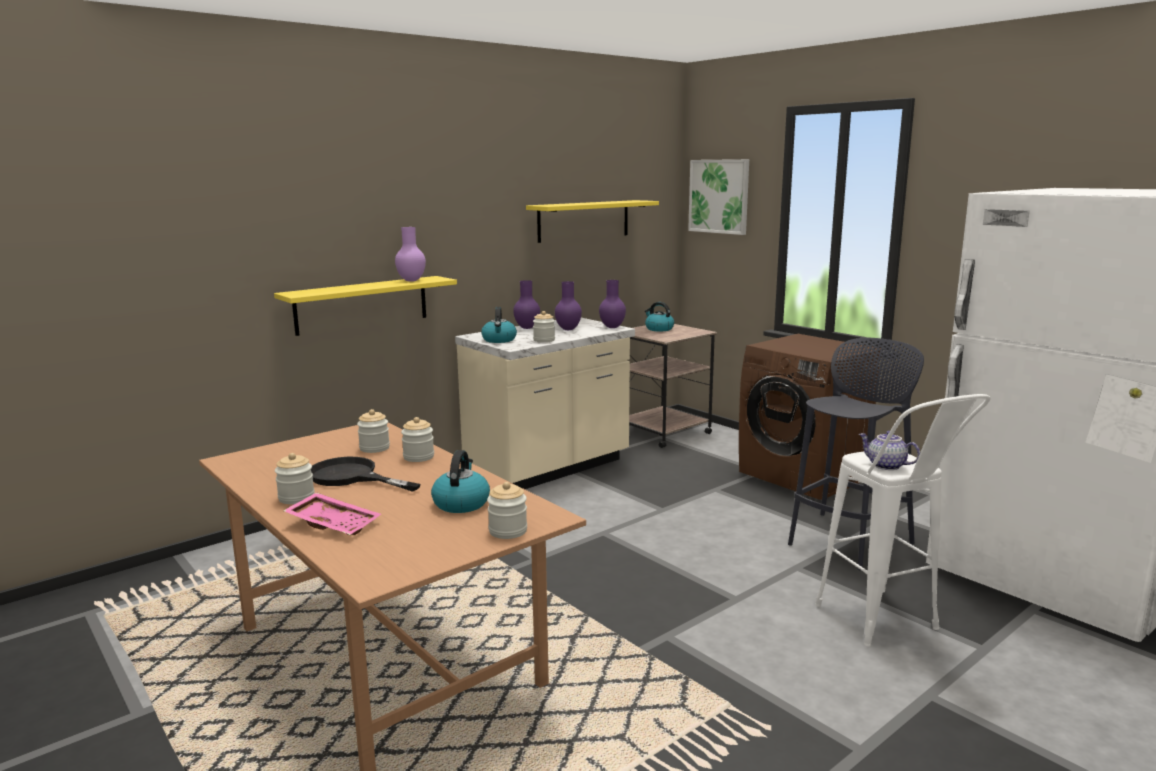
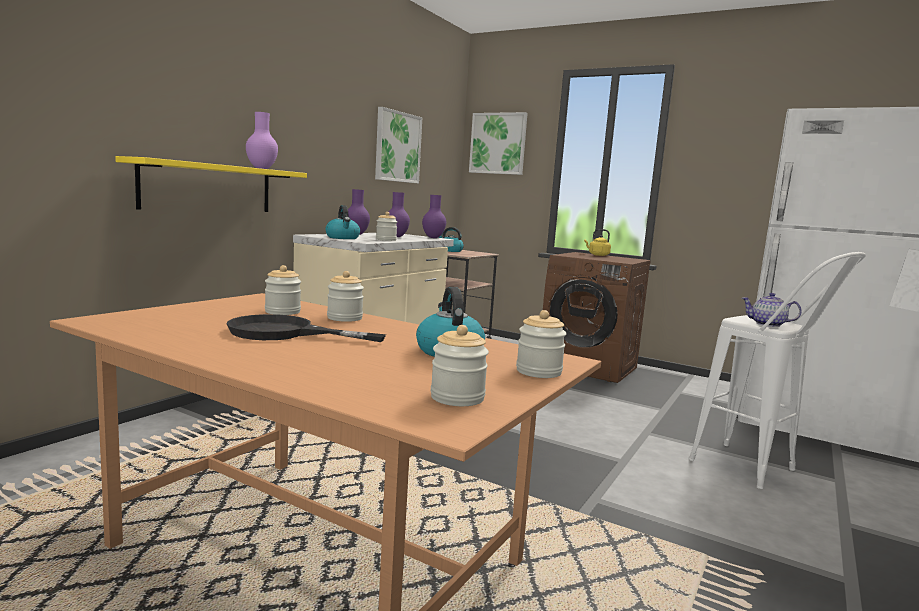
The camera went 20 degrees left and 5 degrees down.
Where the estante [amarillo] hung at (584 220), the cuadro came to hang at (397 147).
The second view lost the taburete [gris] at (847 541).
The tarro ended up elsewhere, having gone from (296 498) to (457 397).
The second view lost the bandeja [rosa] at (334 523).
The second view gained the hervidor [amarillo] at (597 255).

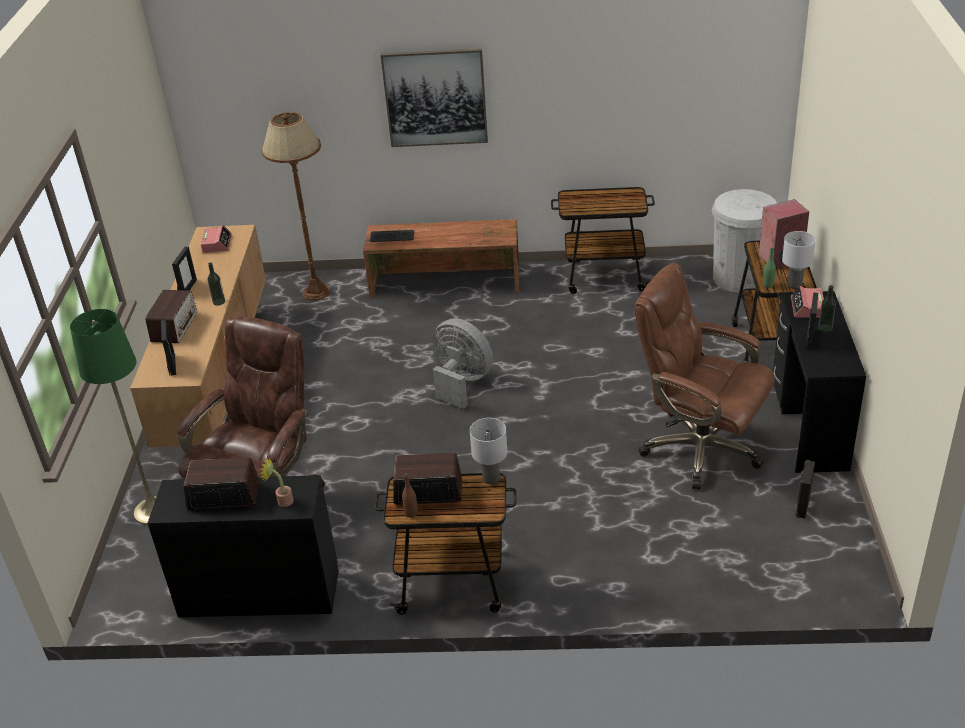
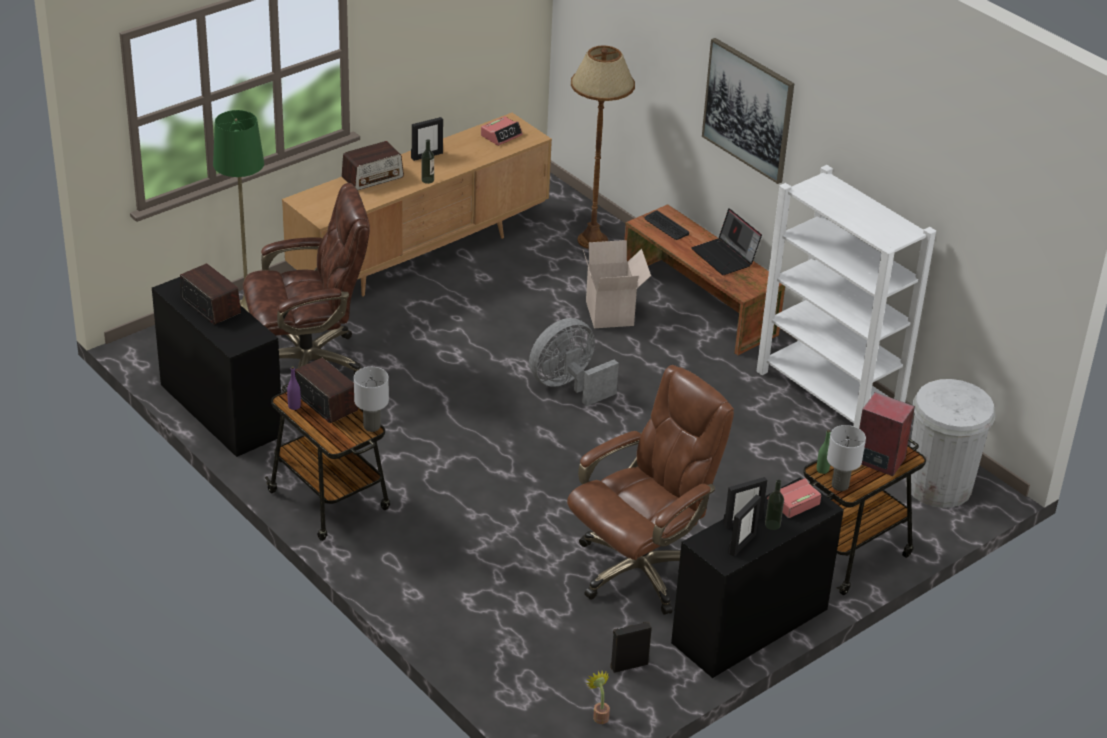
The camera went 45 degrees right and 0 degrees up.
Where the carrito stood at (603 275), the estantería [blanco] came to stand at (828 394).
The silla de oficina [marrón] at (701 448) ended up facing another way, 60 degrees clockwise from before.
The ventilador [gris] at (461 382) ended up facing another way, 120 degrees counterclockwise from before.
The portarretratos ended up elsewhere, having gone from (172 365) to (742 544).
The planta en maceta ended up elsewhere, having gone from (282 501) to (599 715).
What was the botella [marrón] at (411 513) turned into the botella [morado] at (294 406).
The second view gained the portátil at (725 257).
The second view gained the caja de cartón at (611 313).

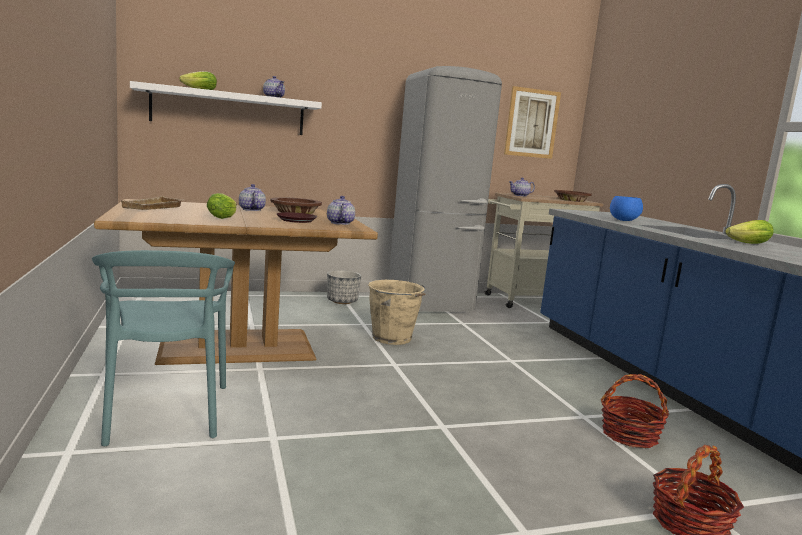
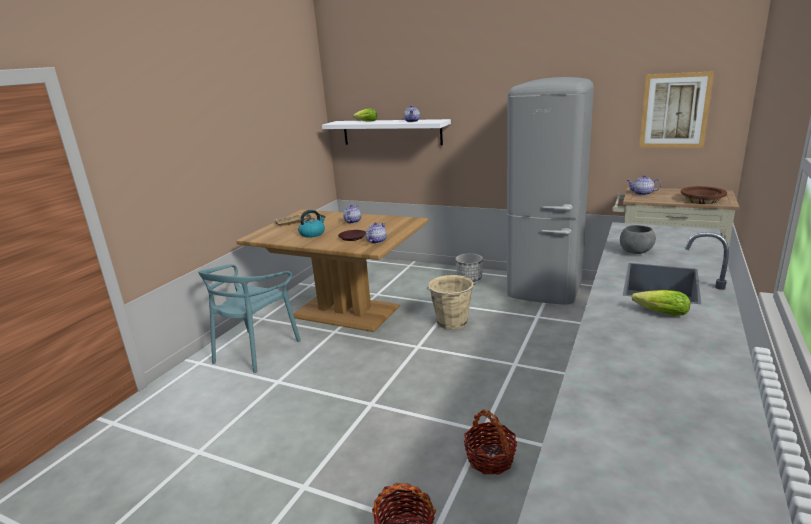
The camera went 45 degrees right and 10 degrees up.
Where the lechuga stood at (224 217), the hervidor came to stand at (312 234).
What was the cuenco [azul] at (624 220) turned into the cuenco [gris] at (636 252).
The second view lost the cuenco [marrón] at (295 212).

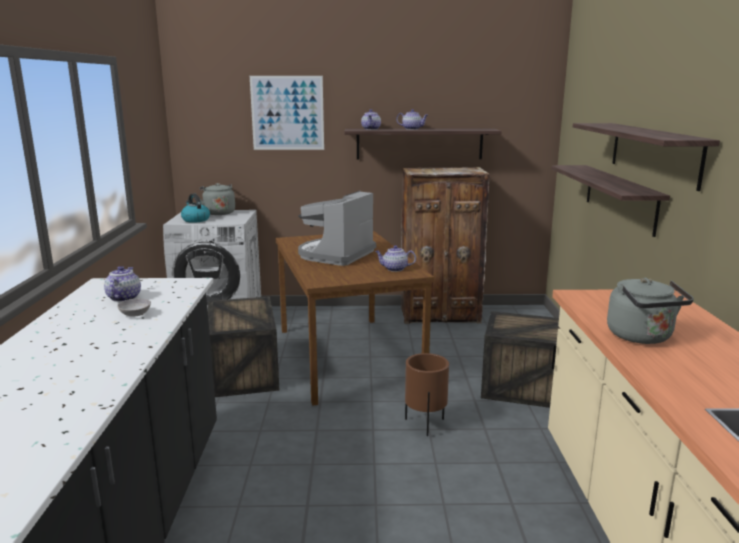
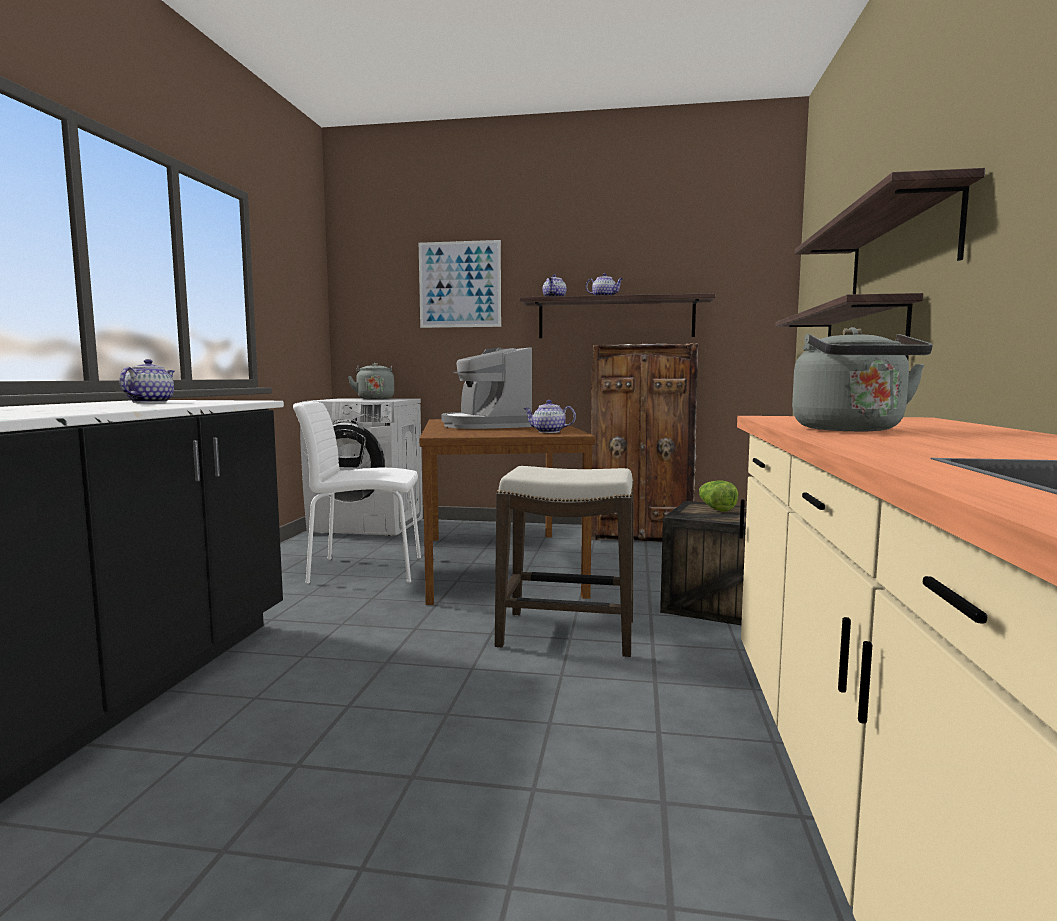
The camera went 10 degrees right and 10 degrees down.
The cafetera at (335 255) ended up facing another way, 60 degrees counterclockwise from before.
The second view lost the hervidor at (195 220).
Where the caja de embalaje stood at (243 371), the silla [blanco] came to stand at (362 570).
The second view lost the cuenco [gris] at (135 314).
Where the maceta [marrón] stood at (425 425), the taburete came to stand at (567 634).
The second view gained the lechuga at (715 508).

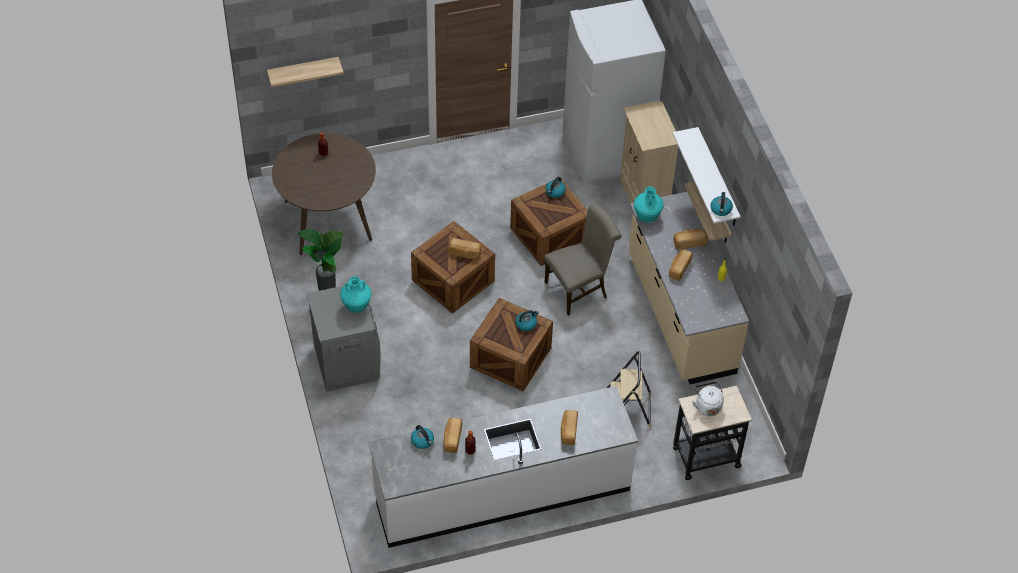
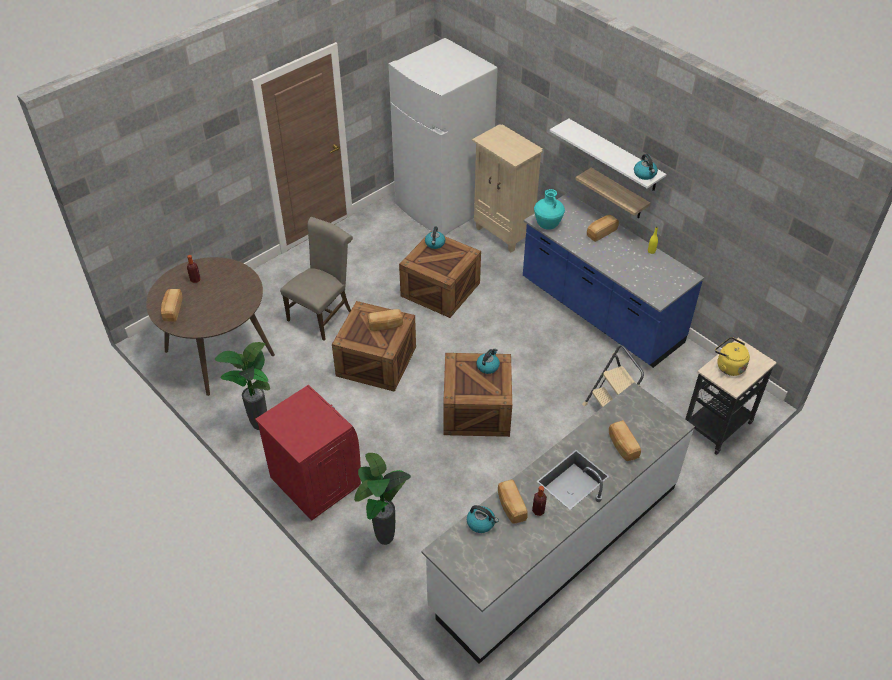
The camera went 25 degrees left and 5 degrees down.
The second view lost the estante at (303 71).
What was the mueble bajo de cocina [beis] at (679 314) turned into the mueble bajo de cocina [azul] at (600 312).
The silla [beis] ended up elsewhere, having gone from (579 288) to (323 314).
The pan ended up elsewhere, having gone from (679 269) to (172 310).
The second view lost the florero [turquesa] at (356 306).
What was the lavadora [gris] at (346 362) turned into the lavadora [rojo] at (315 481).
What was the hervidor [blanco] at (707 405) turned into the hervidor [amarillo] at (728 366).
The second view gained the planta en maceta at (384 541).

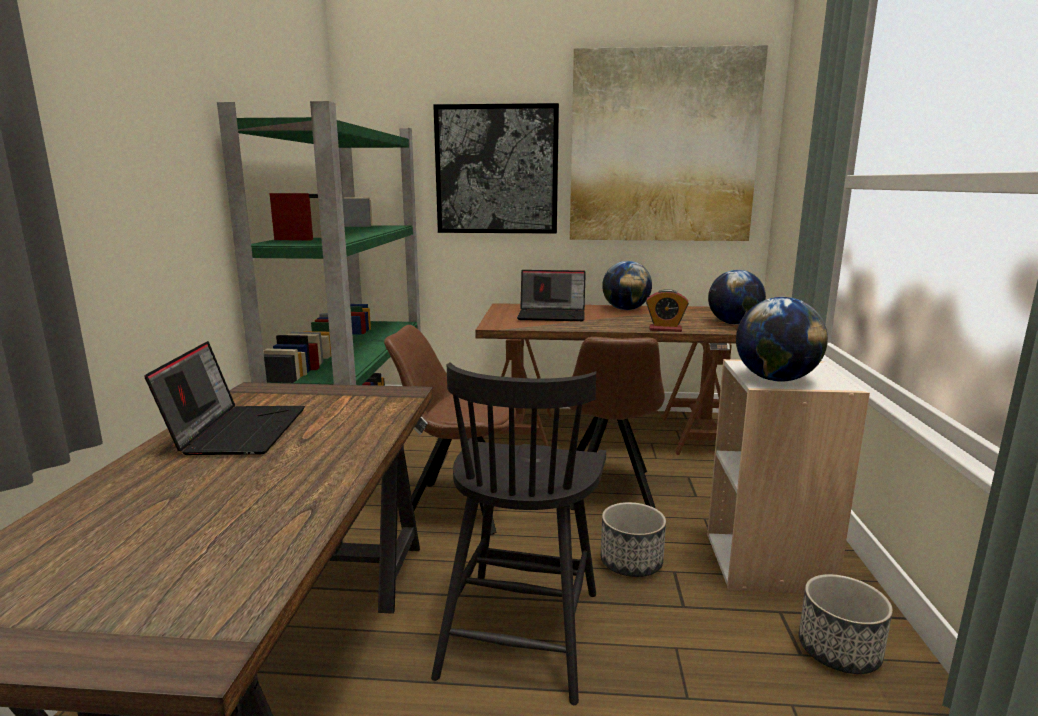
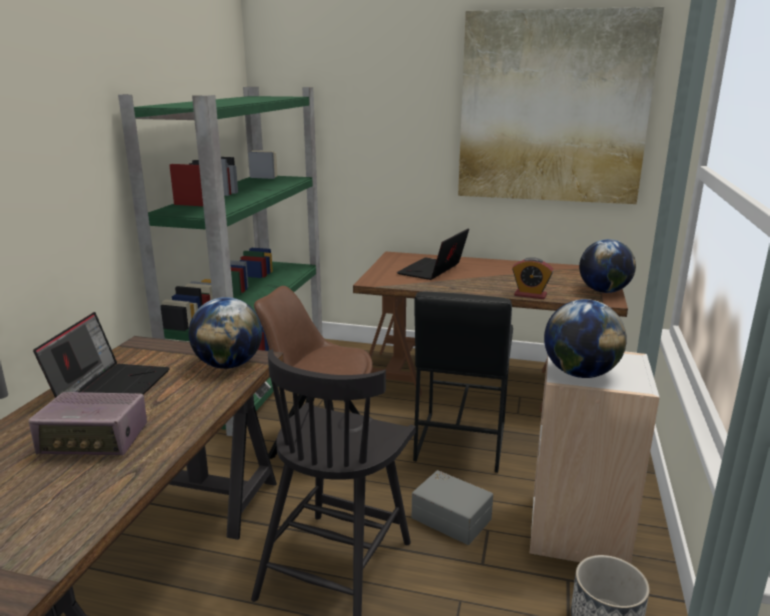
The camera went 10 degrees right and 5 degrees up.
The second view lost the cuadro at (496 170).
The globo terráqueo ended up elsewhere, having gone from (625 309) to (228 364).
The portátil at (552 315) ended up facing another way, 105 degrees clockwise from before.
Where the silla [marrón] stood at (608 490), the taburete [negro] came to stand at (460 442).
Where the maceta stood at (631 563), the caja de almacenaje [gris] came to stand at (452 517).
The second view gained the radio at (95 440).

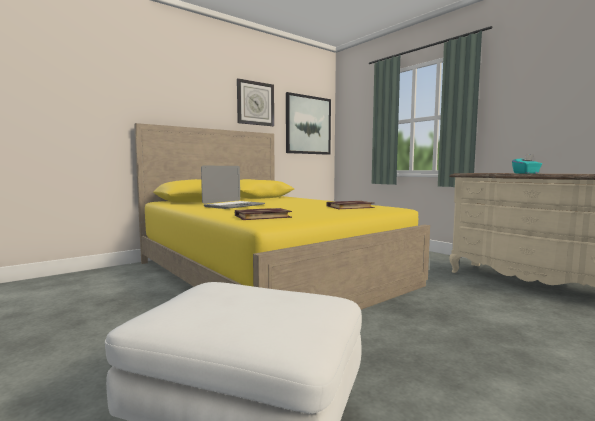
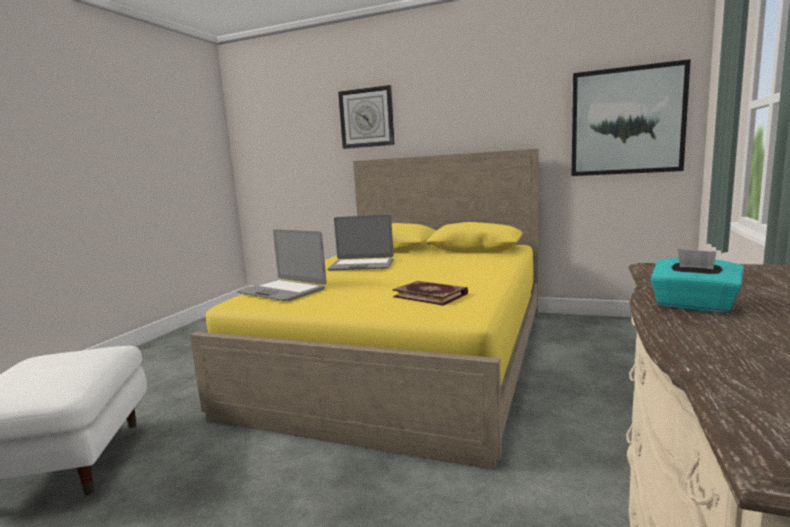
The camera went 60 degrees right and 5 degrees up.
The reloj de pared ended up elsewhere, having gone from (255 103) to (366 118).
Where the libro stood at (262 216), the portátil came to stand at (283 291).

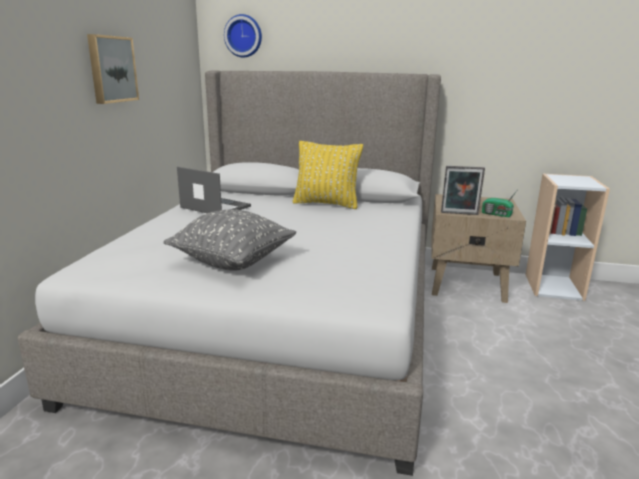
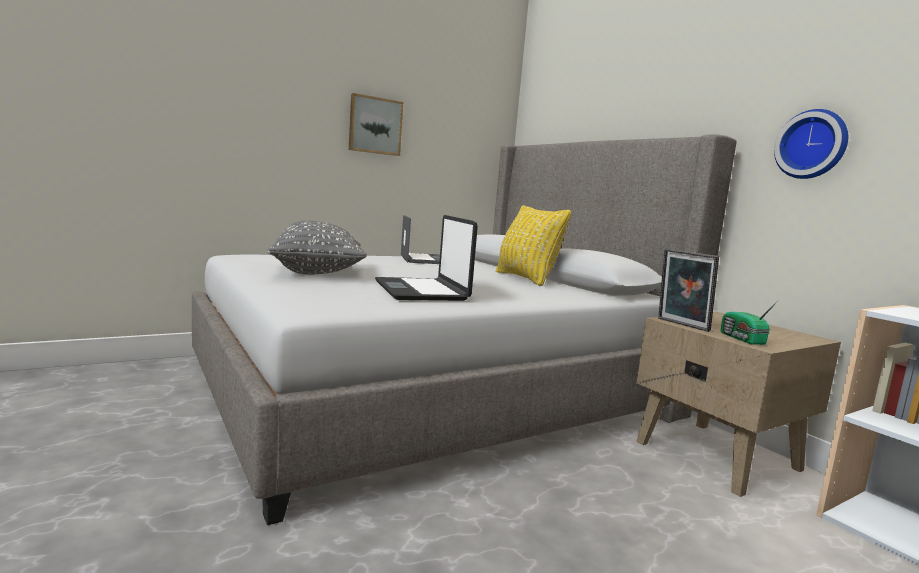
The camera went 45 degrees right and 10 degrees down.
The reloj de pared ended up elsewhere, having gone from (244 36) to (812 145).
The second view gained the portátil at (422 291).

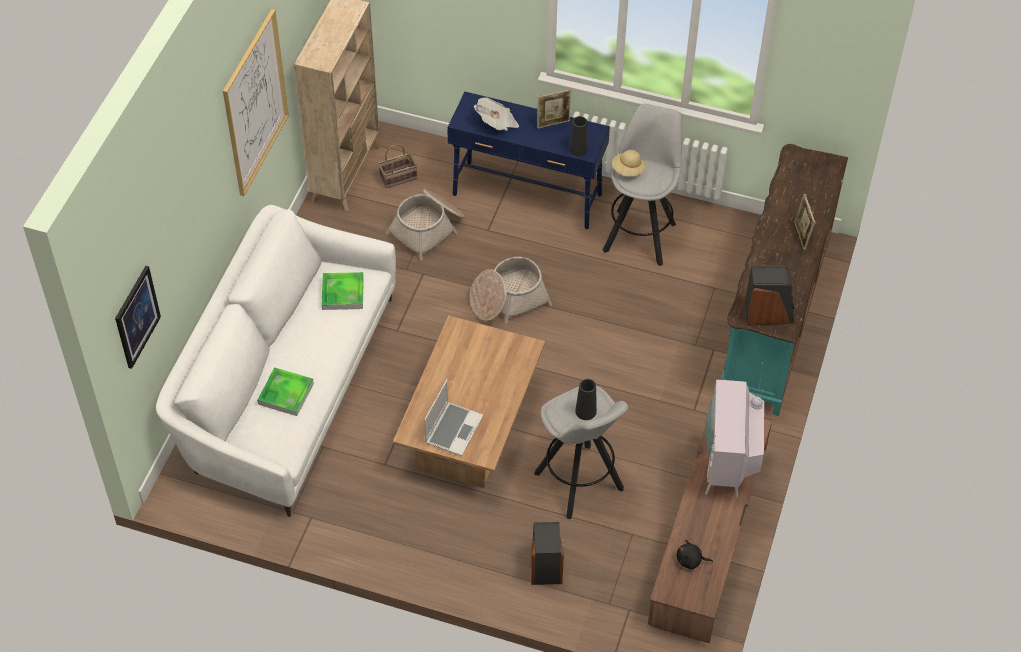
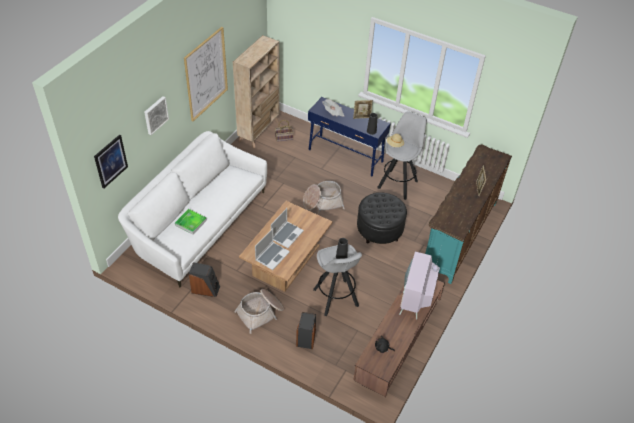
The camera went 10 degrees right and 5 degrees down.
The cesta ended up elsewhere, having gone from (428 229) to (260 313).
The altavoz ended up elsewhere, having gone from (768 313) to (205 289).
The second view lost the bandeja at (343 293).
The second view gained the cuadro at (155 115).
The second view gained the puf [negro] at (379 230).
The second view gained the portátil at (287 234).

